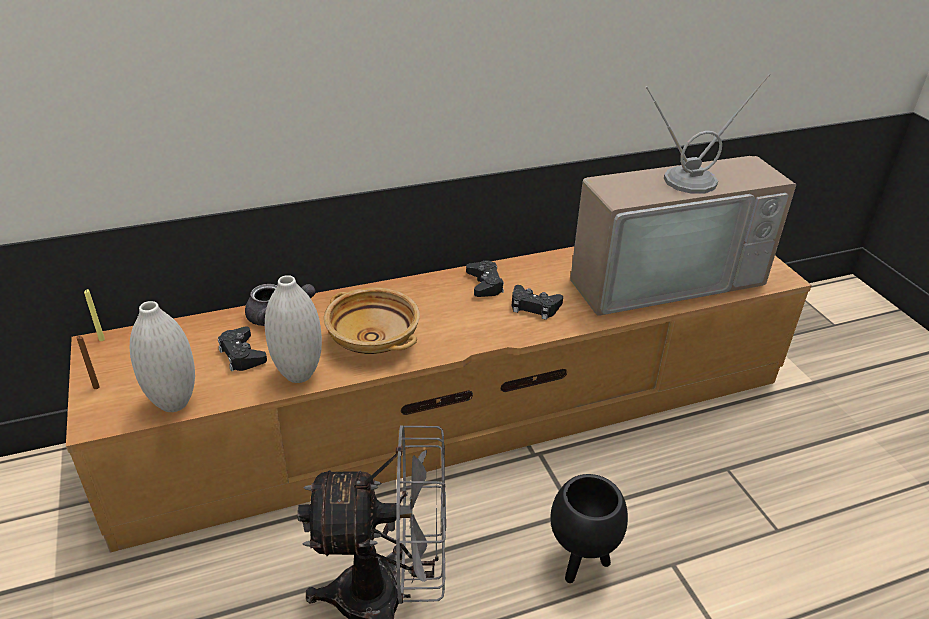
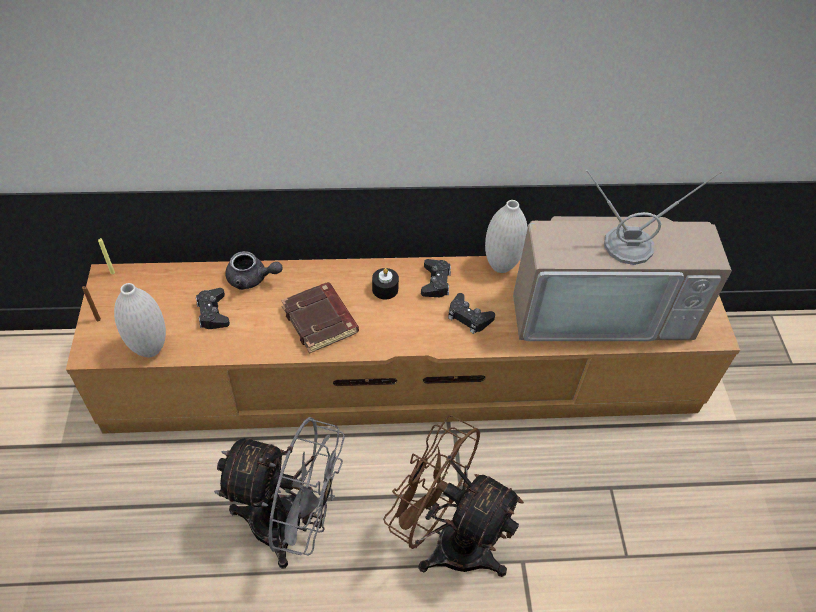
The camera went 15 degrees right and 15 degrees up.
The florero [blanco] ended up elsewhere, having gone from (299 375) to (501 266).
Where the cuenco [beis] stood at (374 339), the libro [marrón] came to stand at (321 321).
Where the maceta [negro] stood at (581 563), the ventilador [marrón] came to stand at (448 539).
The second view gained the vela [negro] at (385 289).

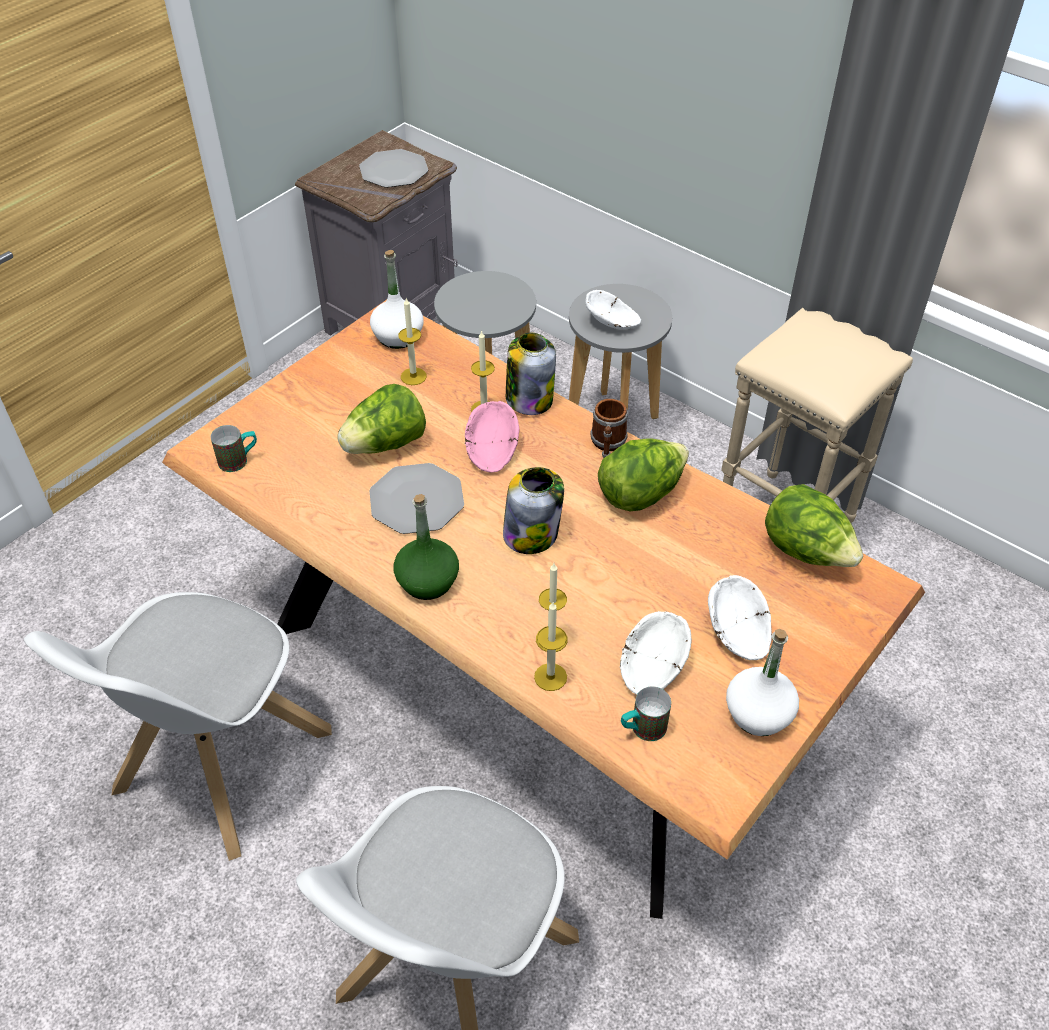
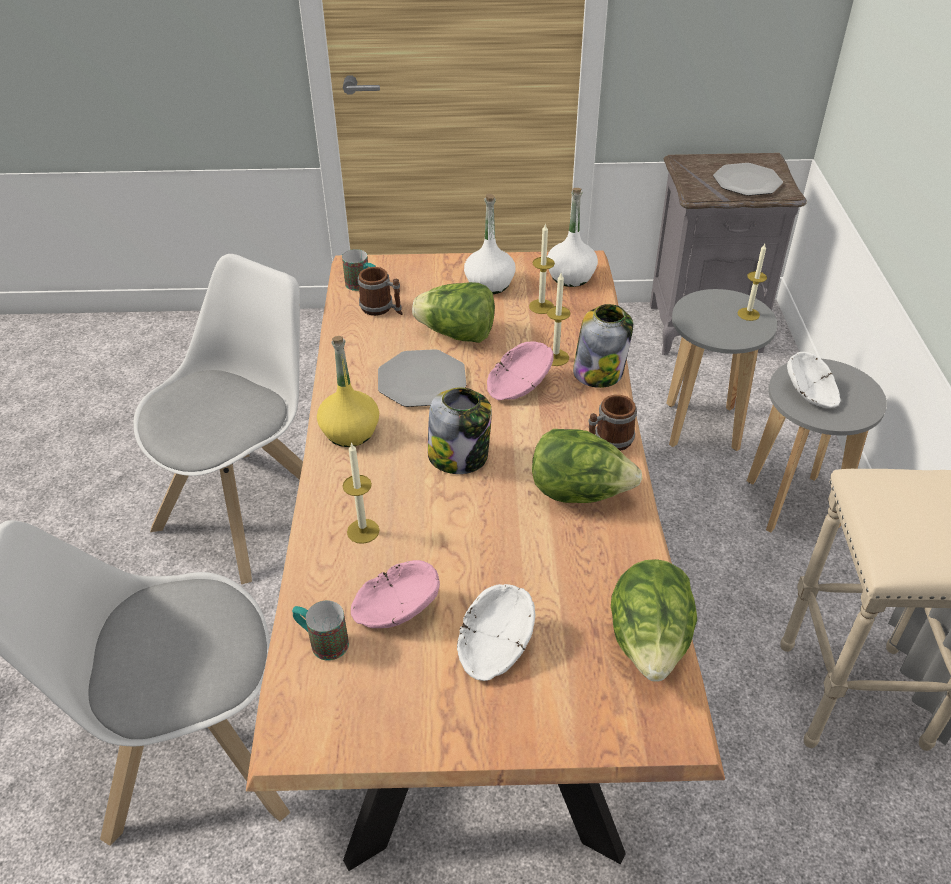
The camera went 50 degrees right and 5 degrees down.
What was the botella [verde] at (427 581) turned into the botella [amarillo] at (350 432).
The silla at (218 765) ended up facing another way, 135 degrees clockwise from before.
The vela ended up elsewhere, having gone from (550 677) to (748 314).
What was the cuenco [blanco] at (650 667) turned into the cuenco [rosa] at (394 609).
The botella [blanco] ended up elsewhere, having gone from (758 713) to (490 284).
The second view gained the taza grande at (382 309).

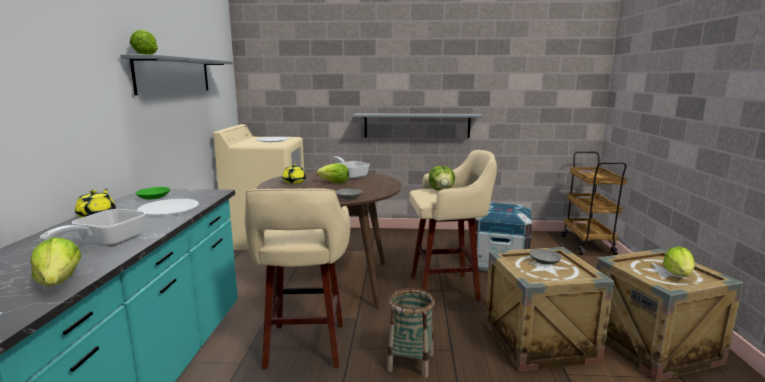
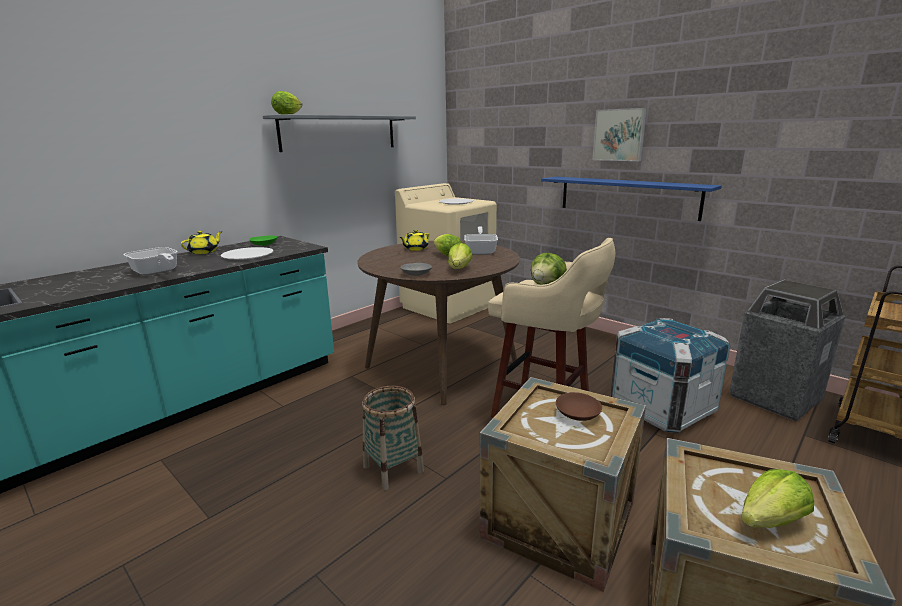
The camera went 40 degrees right and 5 degrees up.
What was the estante [gris] at (417 125) turned into the estante [azul] at (627 197).
The second view lost the taburete [beis] at (304 348).
The sartén at (105 243) ended up facing another way, 105 degrees counterclockwise from before.
The lechuga ended up elsewhere, having gone from (59 282) to (459 269).
What was the cuenco [gris] at (545 262) turned into the cuenco [marrón] at (578 414).
The second view gained the cuadro at (619 135).
The second view gained the papelera at (774 398).

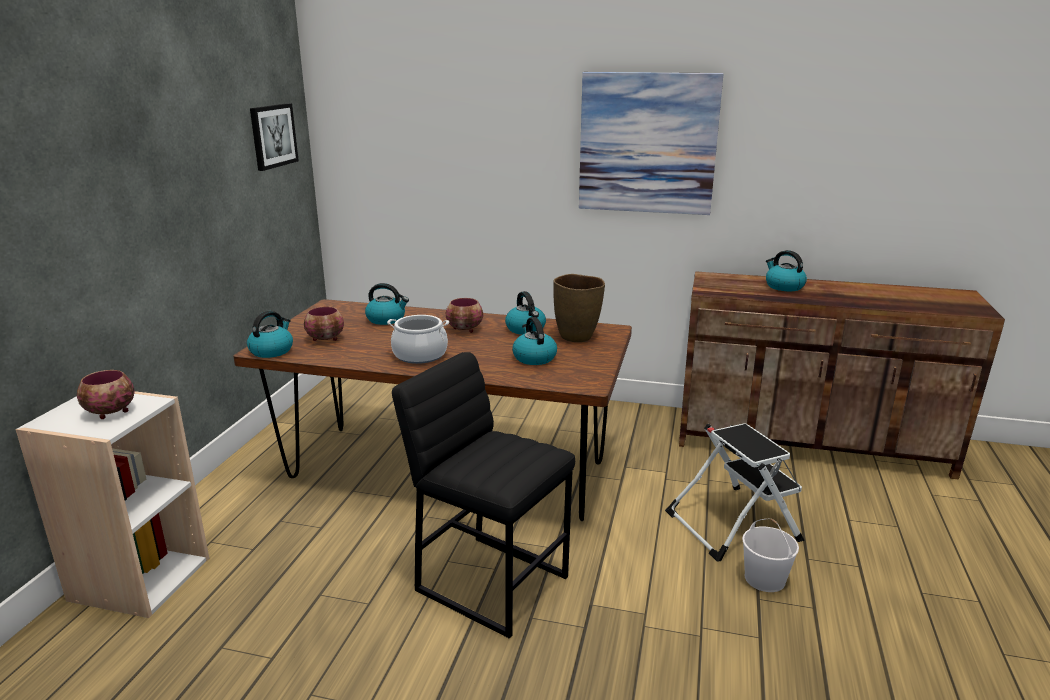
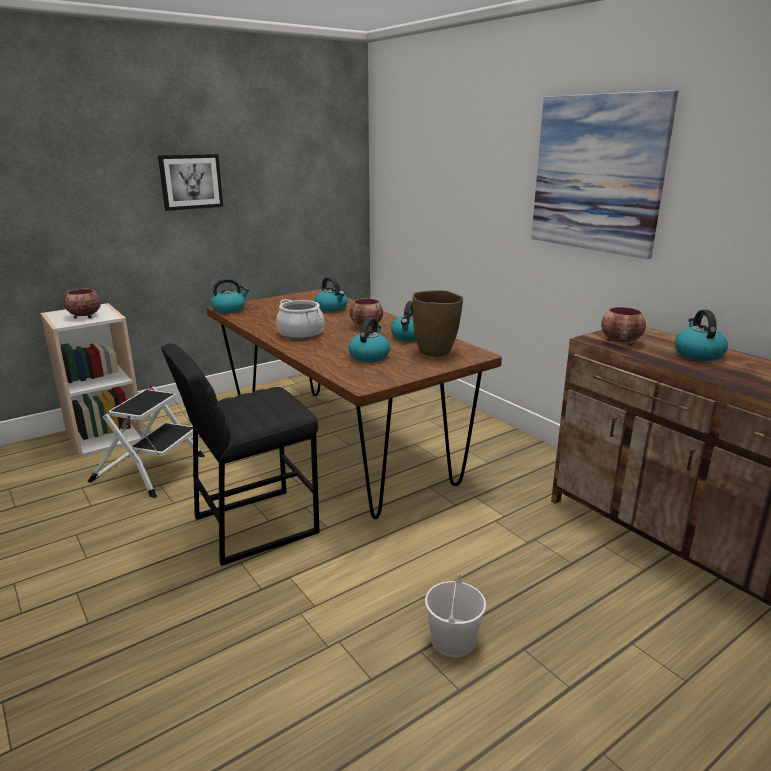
The camera went 40 degrees right and 0 degrees up.
The cuadro ended up elsewhere, having gone from (273 136) to (191 181).
The cuenco ended up elsewhere, having gone from (326 339) to (621 342).
The silla [negro] at (489 582) ended up facing another way, 105 degrees counterclockwise from before.
The escalera de tijera ended up elsewhere, having gone from (733 522) to (149 470).

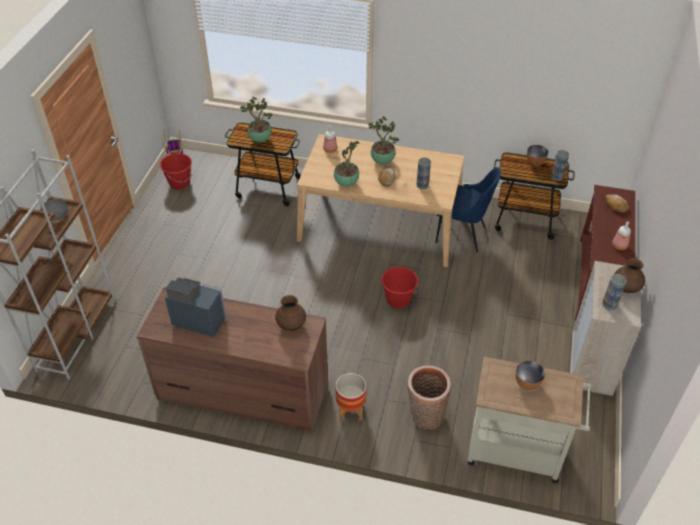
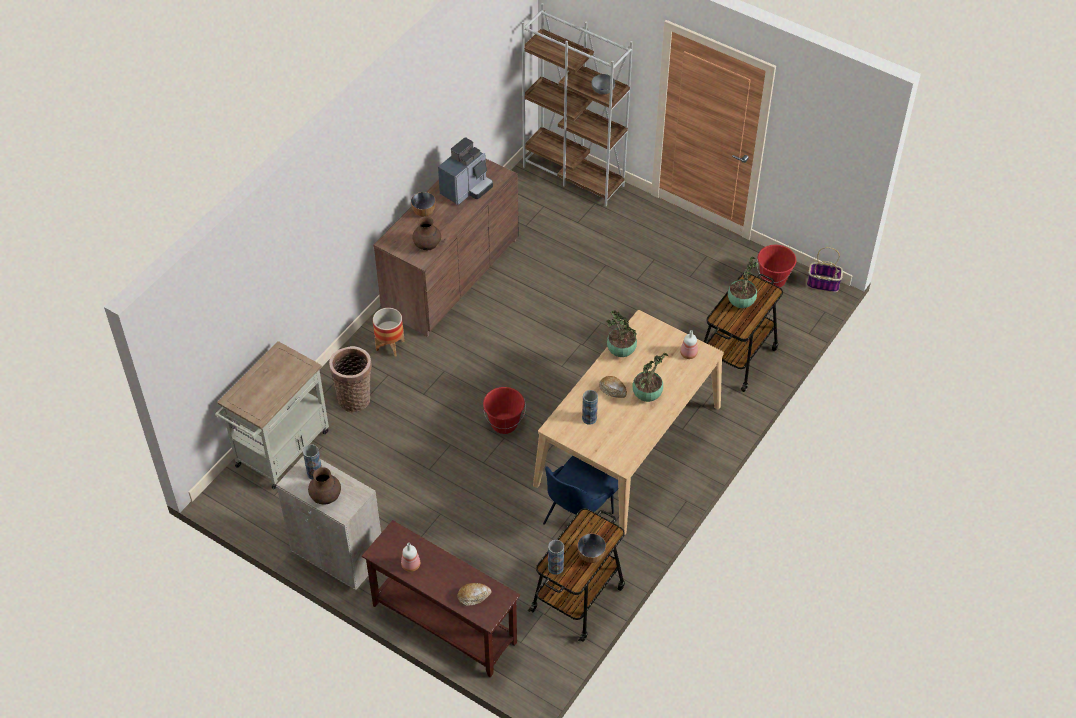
The camera went 110 degrees right and 5 degrees up.
The cuenco ended up elsewhere, having gone from (527 383) to (423 212).

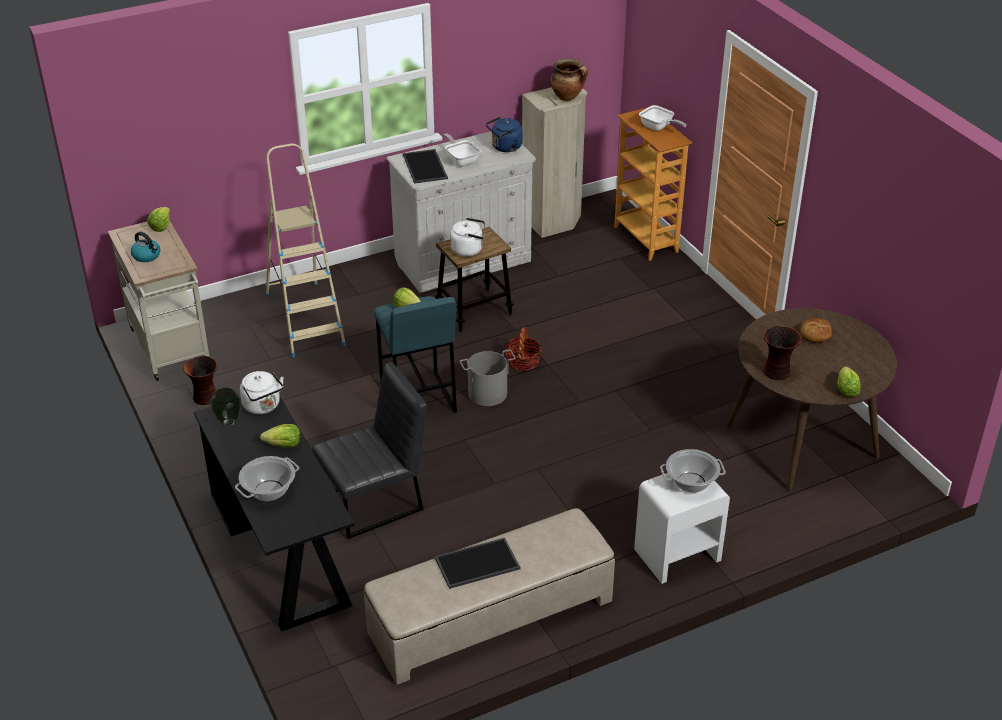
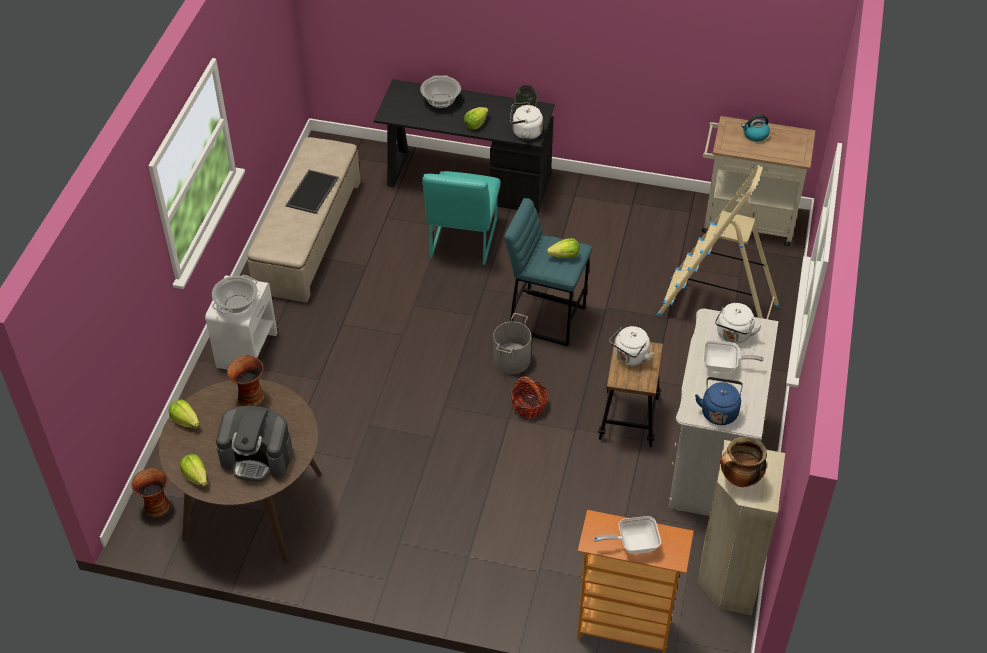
The camera went 130 degrees right and 10 degrees up.
Where the bandeja stood at (426 167), the hervidor [blanco] came to stand at (733 335).
The lechuga ended up elsewhere, having gone from (161 226) to (196 476).
Where the pan stood at (815 335), the cafetera came to stand at (257 457).
The florero ended up elsewhere, having gone from (205 398) to (156 506).
What was the silla [gris] at (374 502) turned into the silla [turquesa] at (462 239).

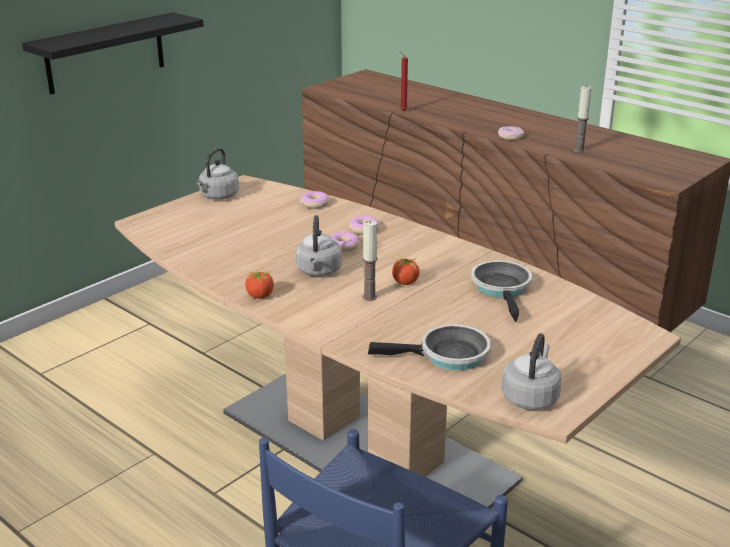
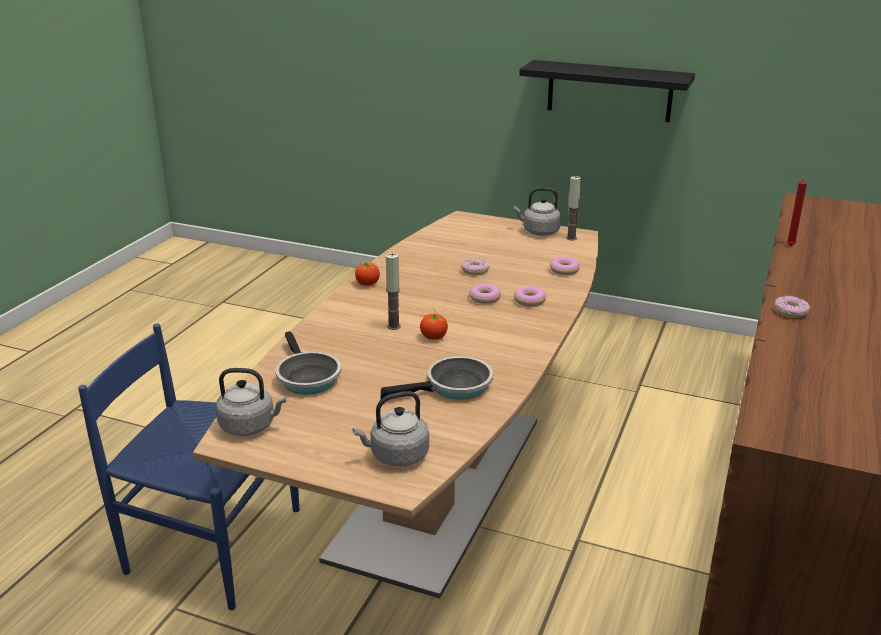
The camera went 70 degrees right and 0 degrees up.
The vela ended up elsewhere, having gone from (579 150) to (571 238).
The hervidor [gris] ended up elsewhere, having gone from (318 272) to (396 456).
The second view gained the rosquilla at (475 270).

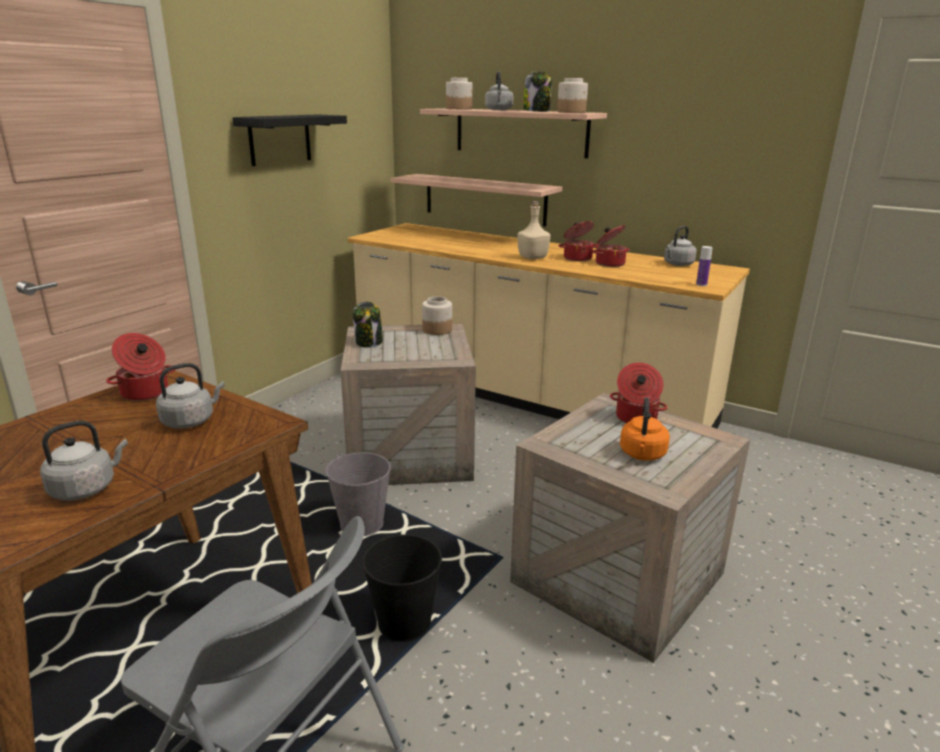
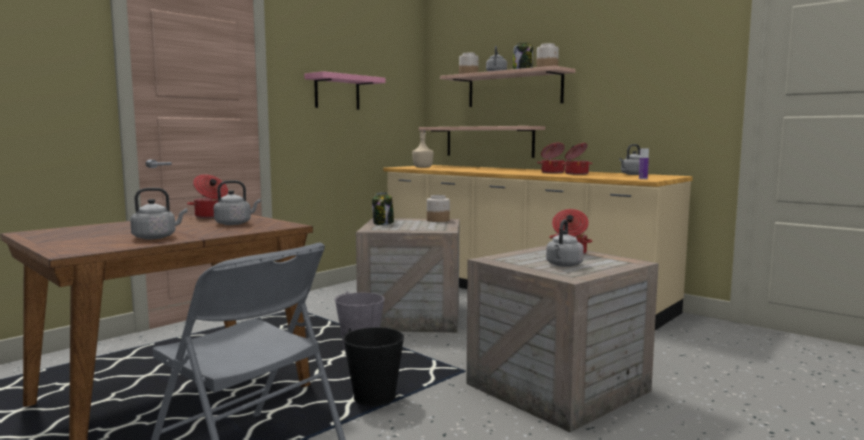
The camera went 10 degrees right and 15 degrees down.
What was the estante [negro] at (280 139) turned into the estante [rosa] at (337 92).
The botella [beis] ended up elsewhere, having gone from (533 258) to (423 167).
What was the hervidor [naranja] at (642 455) turned into the hervidor [gris] at (563 265).

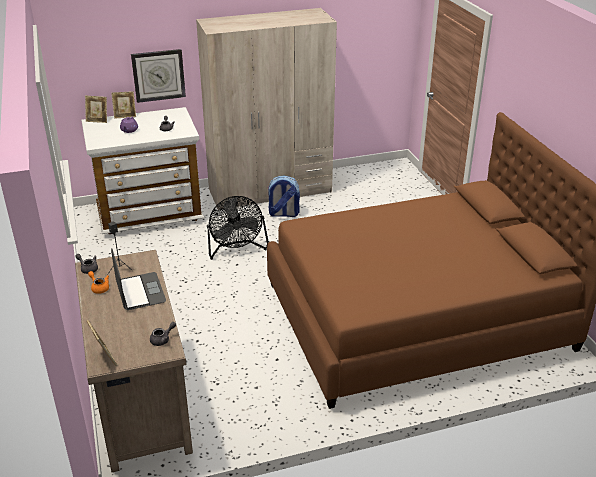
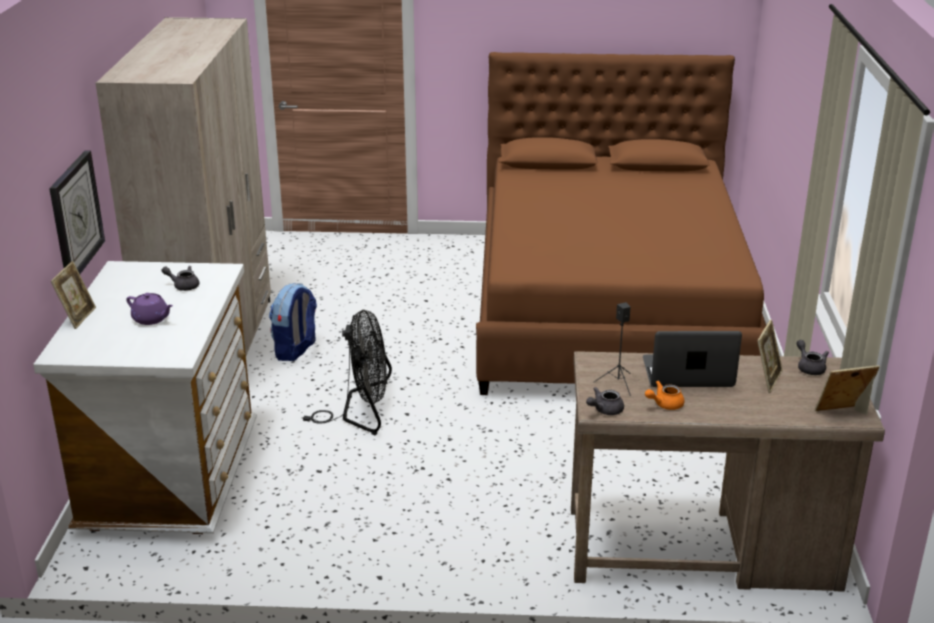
The camera went 70 degrees left and 5 degrees down.
The portarretratos ended up elsewhere, having gone from (97 120) to (766 379).

